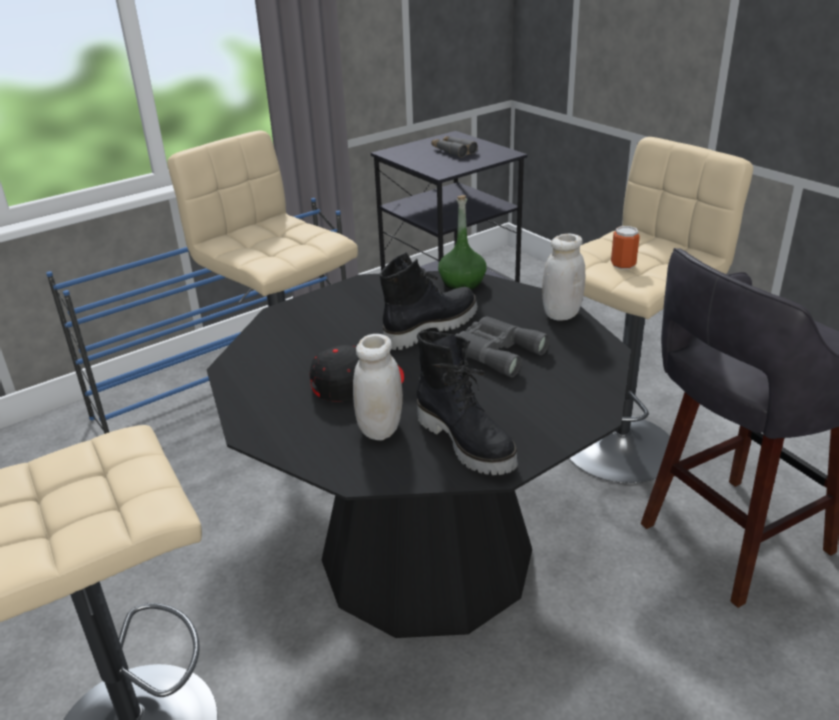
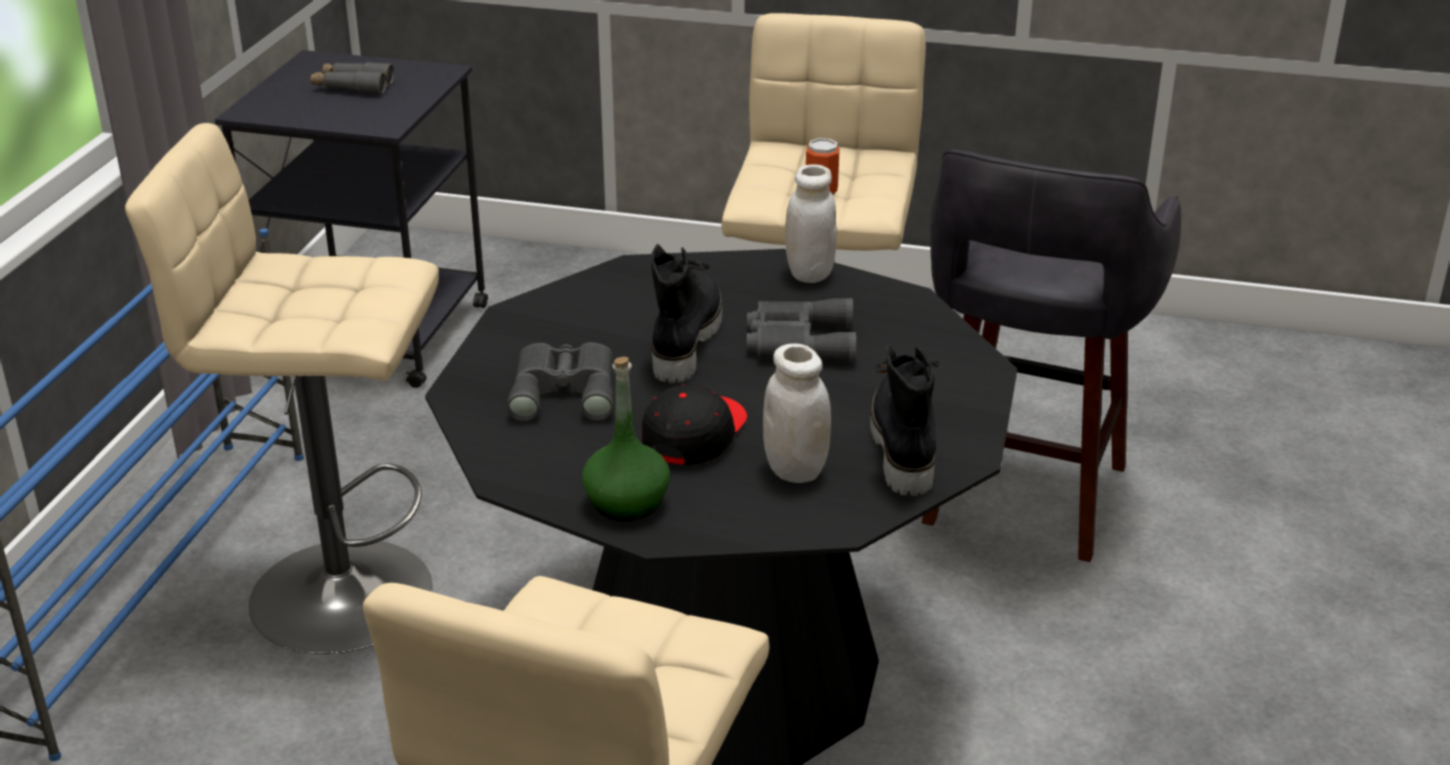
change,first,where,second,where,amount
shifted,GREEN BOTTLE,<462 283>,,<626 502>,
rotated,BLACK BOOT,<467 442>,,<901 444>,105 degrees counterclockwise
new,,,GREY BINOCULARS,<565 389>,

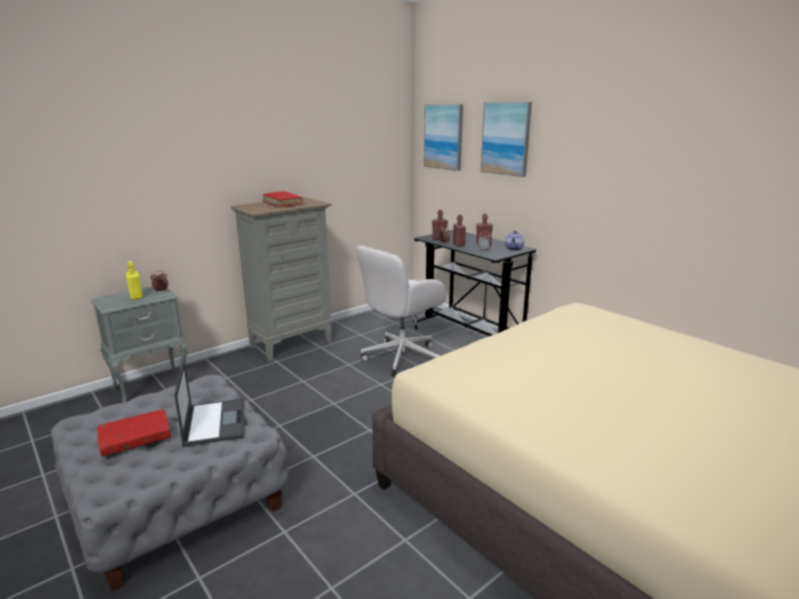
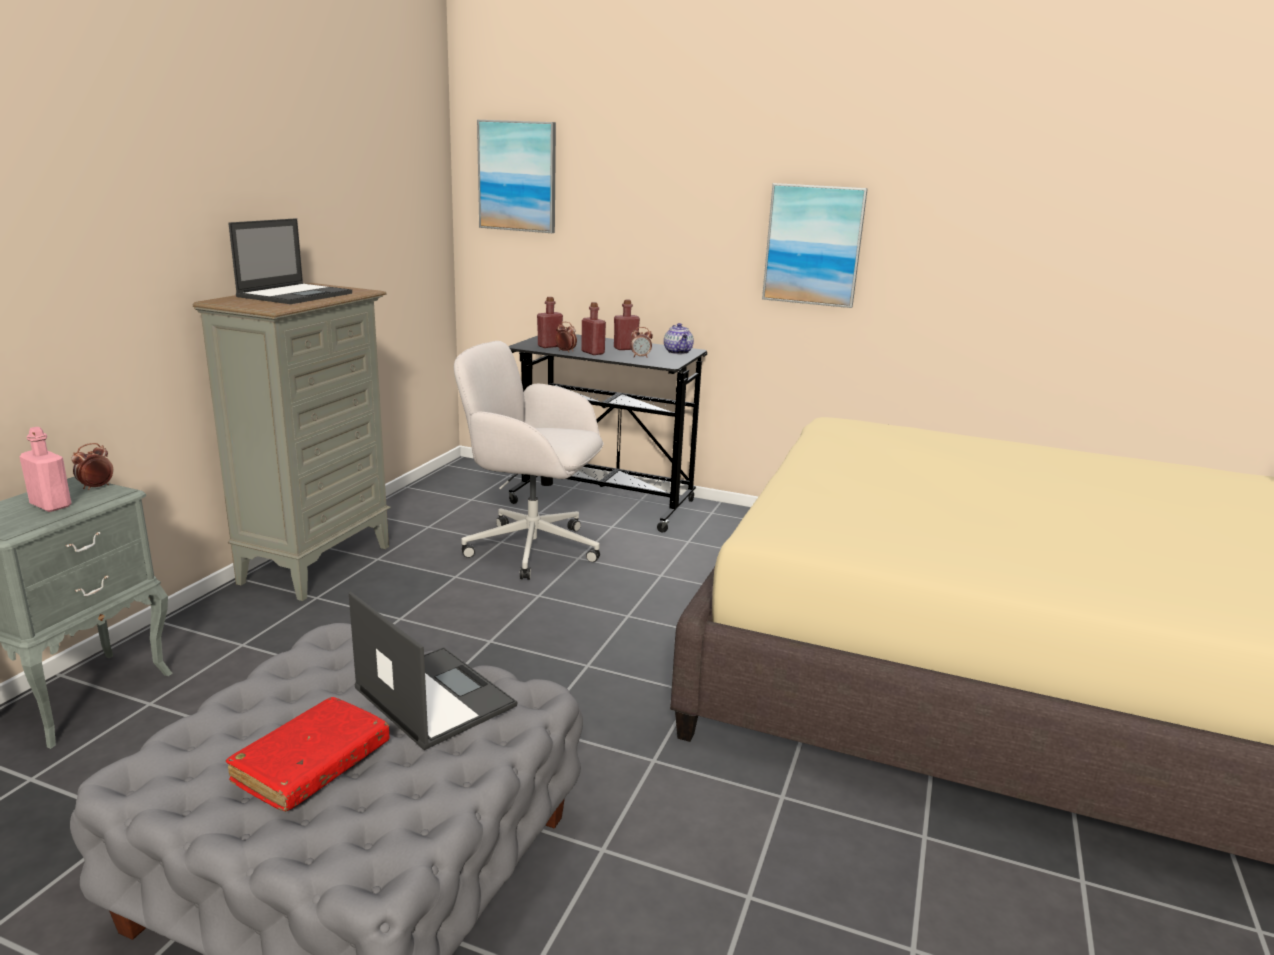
change,first,where,second,where,amount
shifted,PICTURE,<506 138>,,<813 245>,
swapped,RED BOOK,<283 204>,LAPTOP,<296 295>,
rotated,WHITE OFFICE CHAIR,<402 357>,,<533 549>,90 degrees clockwise
repainted,YELLOW BOTTLE,<136 297>,PINK BOTTLE,<51 505>,

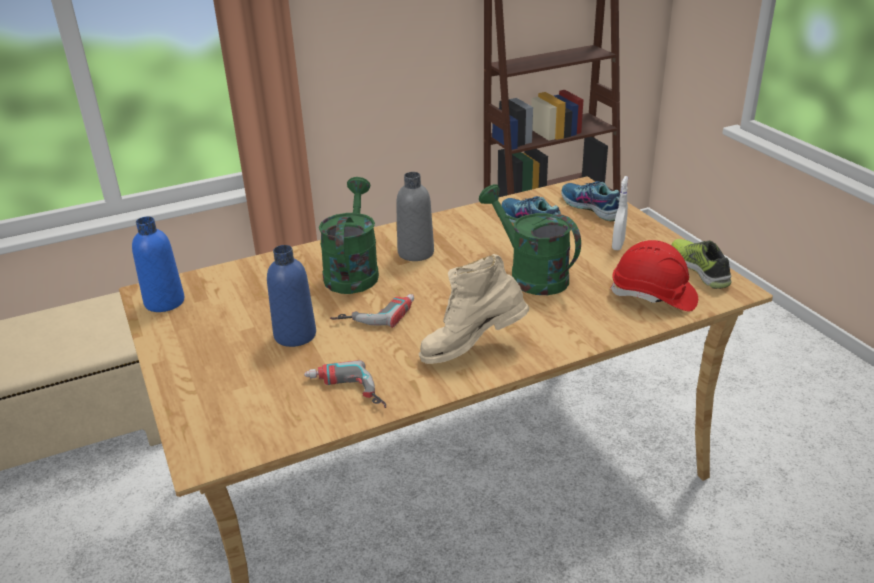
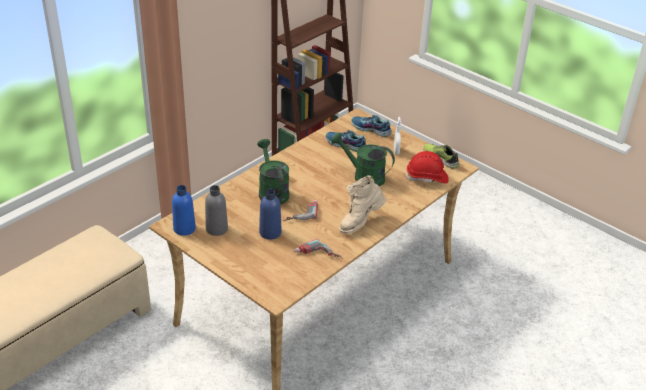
change,first,where,second,where,amount
shifted,GREY BOTTLE,<416 253>,,<216 229>,

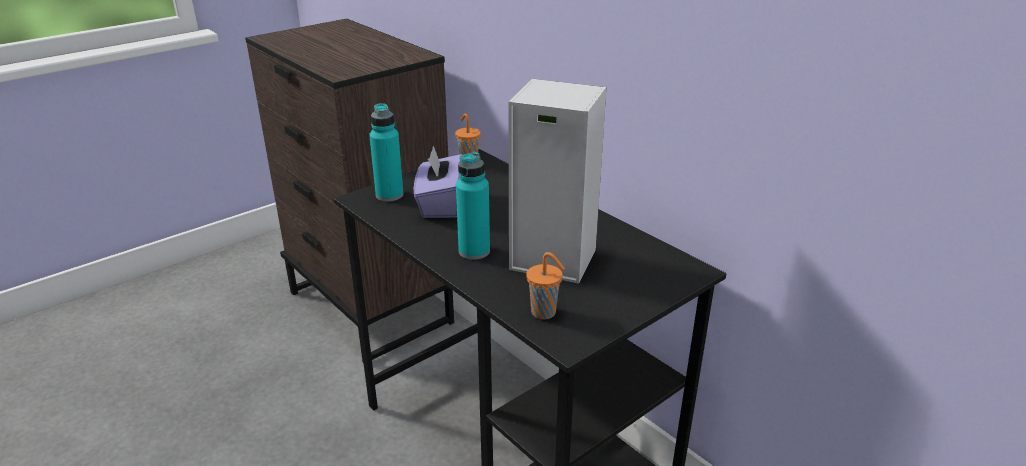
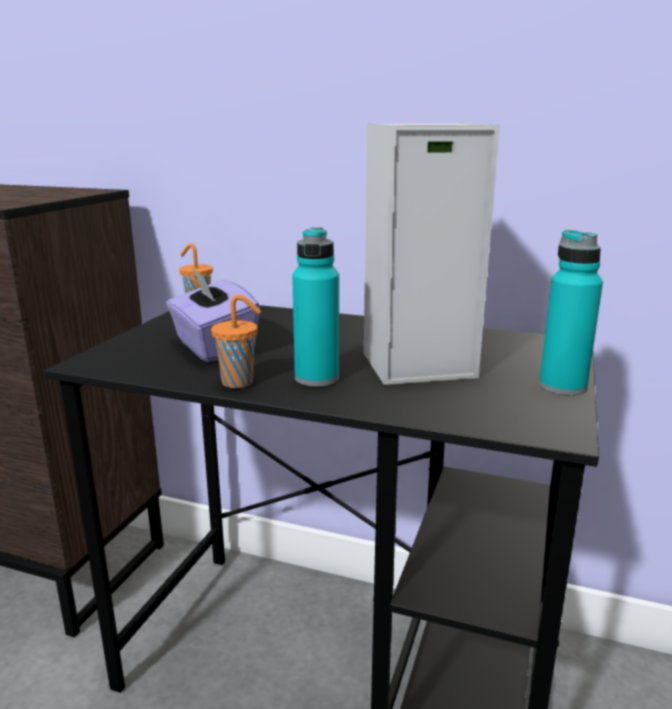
change,first,where,second,where,amount
shifted,TURQUOISE BOTTLE,<389 195>,,<562 386>,
shifted,ORANGE CUP,<545 313>,,<239 383>,

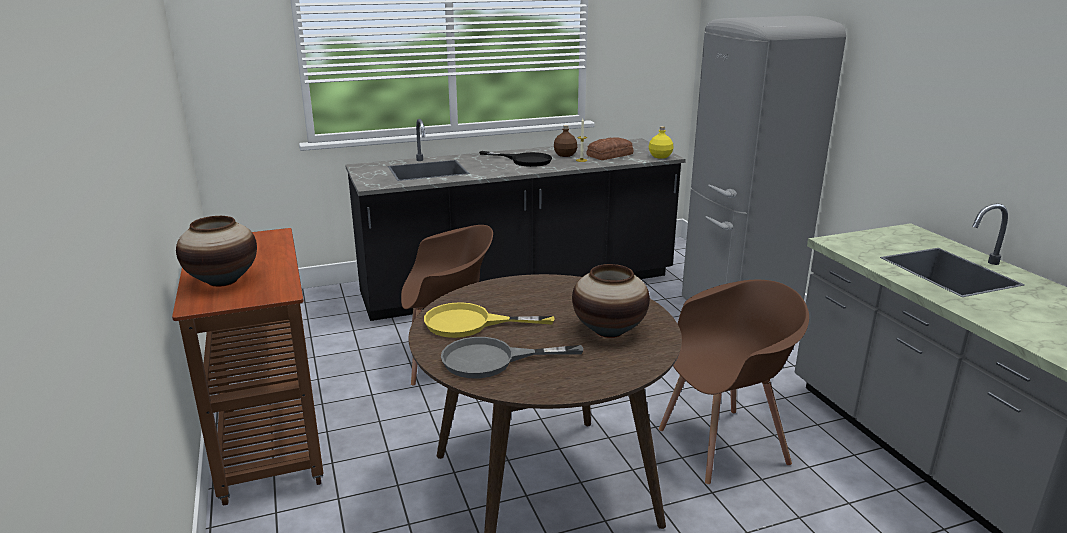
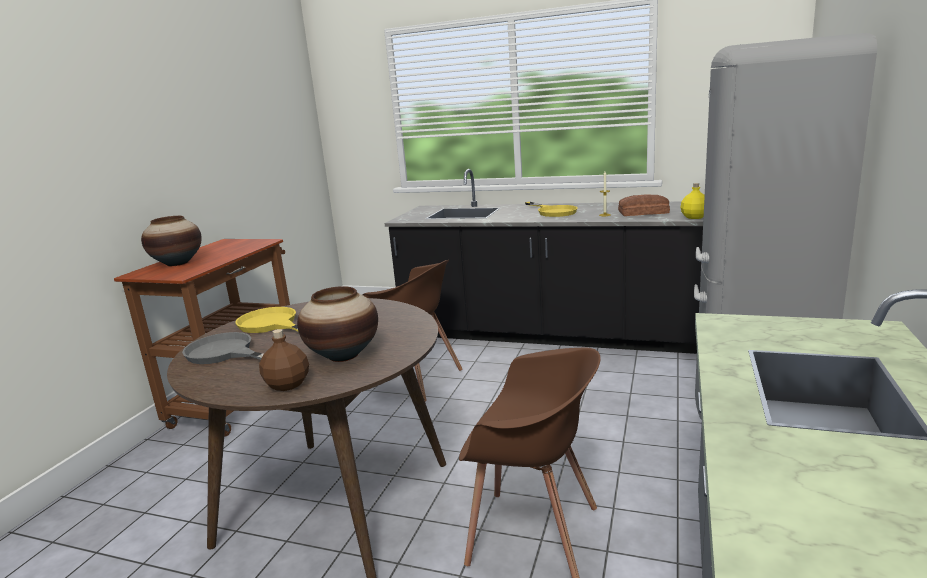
change,first,where,second,where,amount
shifted,BROWN BOTTLE,<564 155>,,<287 384>,
repainted,BLACK FRYING PAN,<524 160>,YELLOW FRYING PAN,<553 211>,

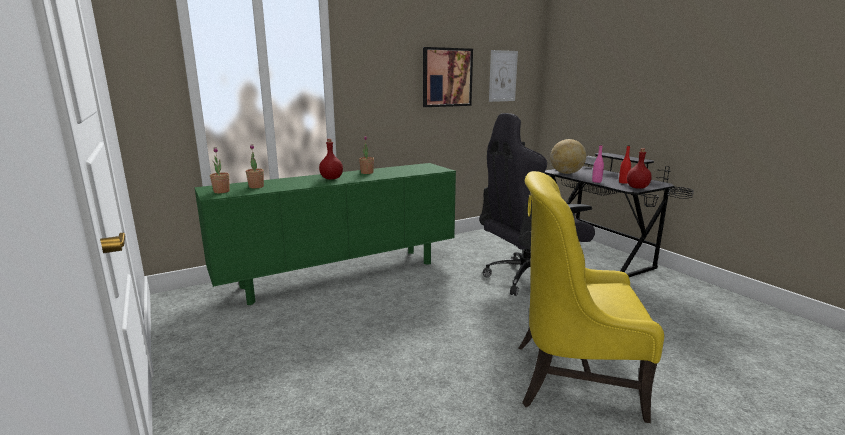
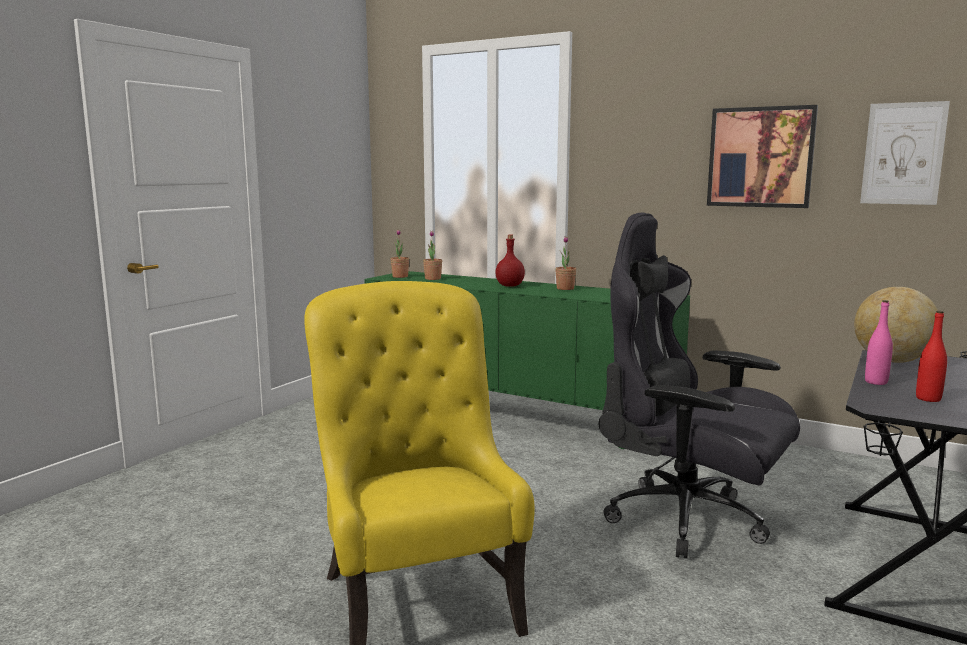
change,first,where,second,where,amount
gone,RED BOTTLE,<637 187>,,,

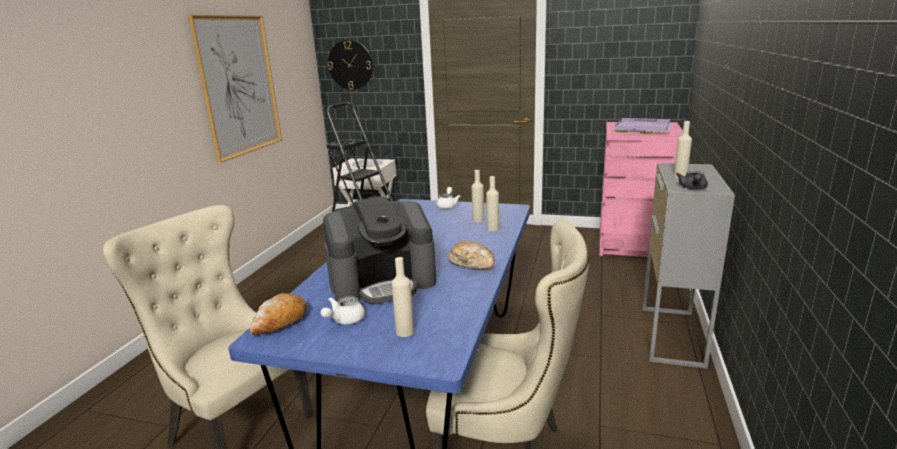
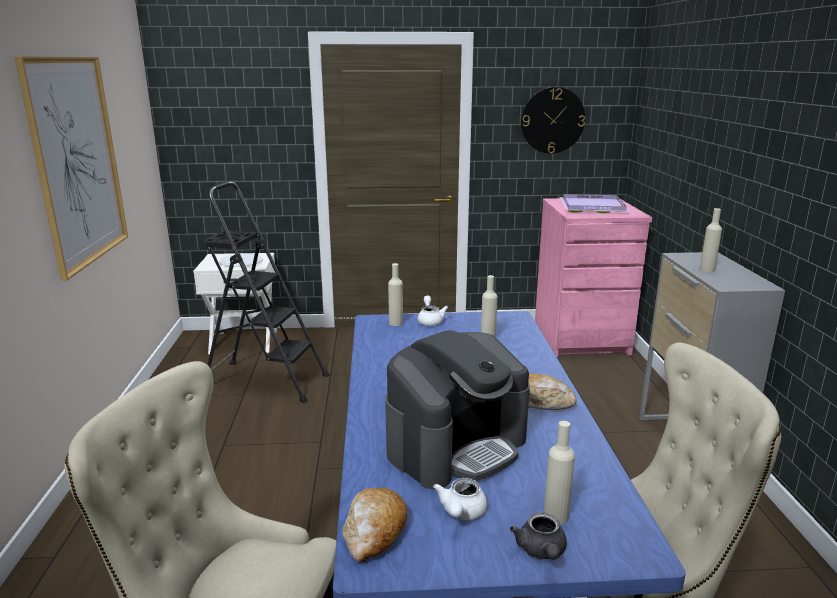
change,first,where,second,where,amount
shifted,WALL CLOCK,<350 65>,,<552 120>,
shifted,GREY TEAPOT,<693 188>,,<541 551>,
shifted,BEIGE BOTTLE,<492 228>,,<396 323>,

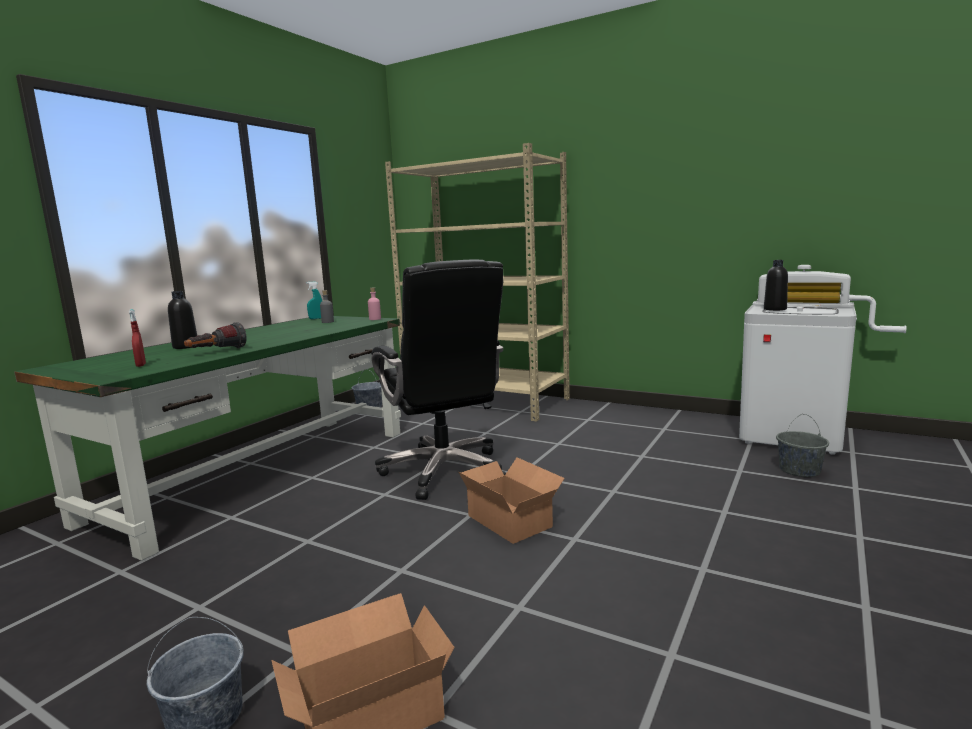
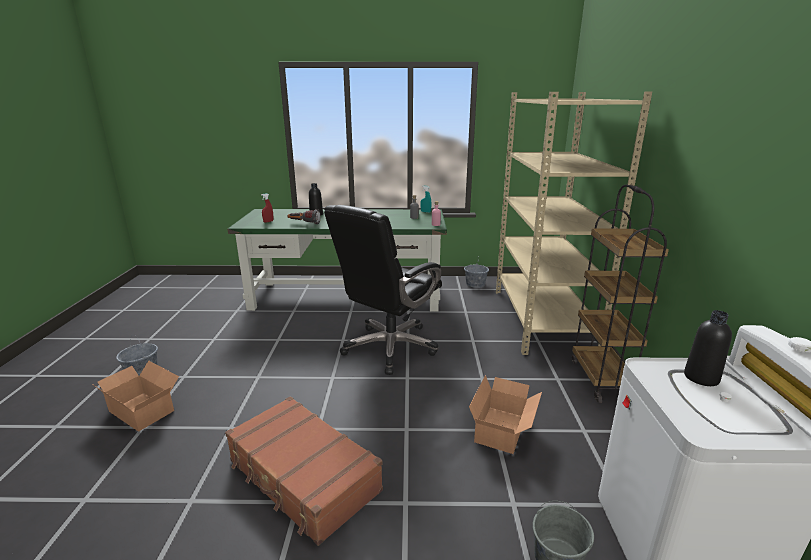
change,first,where,second,where,amount
shifted,CARDBOARD BOX,<510 519>,,<503 429>,
new,,,BROWN CART,<601 380>,
new,,,BROWN SUITCASE,<303 476>,

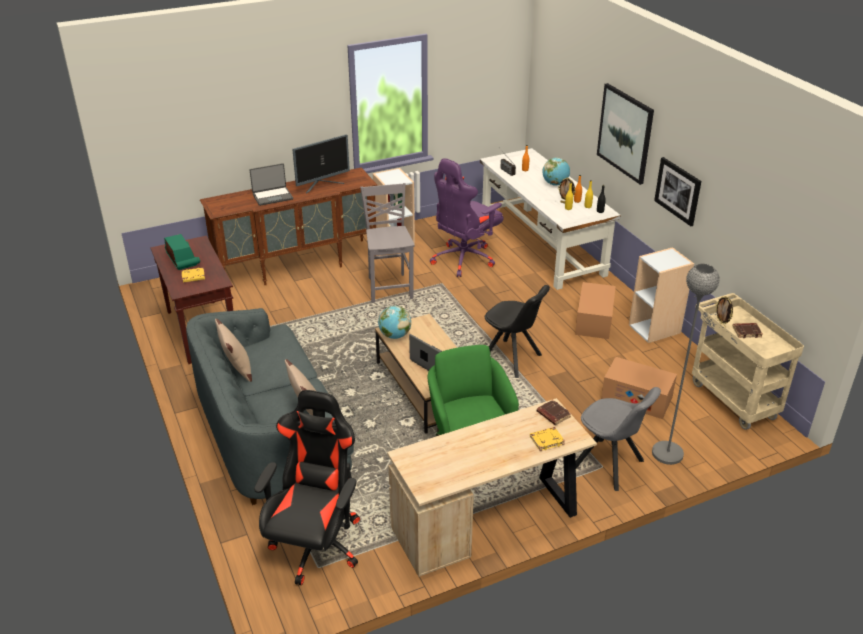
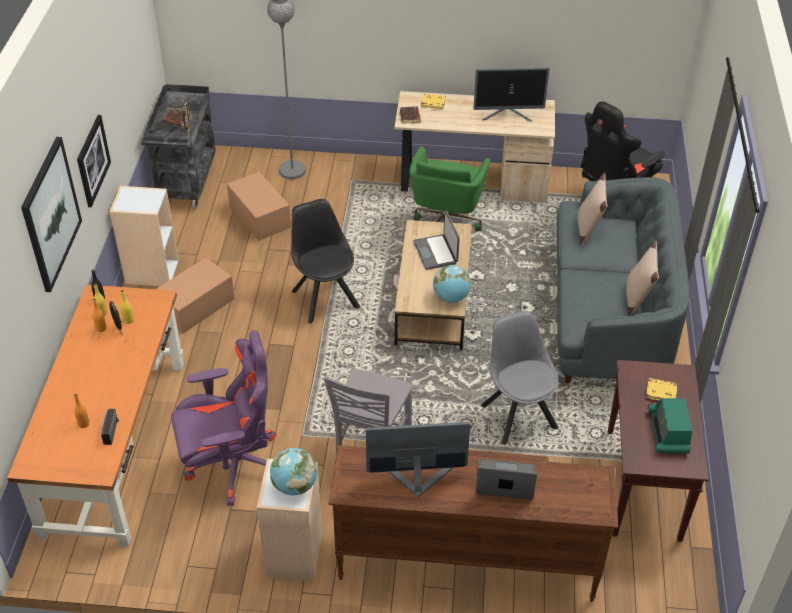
change,first,where,second,where,amount
repainted,WHITE DESK,<542 246>,ORANGE DESK,<115 444>,
shifted,GLOBE,<555 184>,,<294 485>,
repainted,BEIGE CART,<730 399>,BLACK CART,<187 186>,
shifted,GREY CHAIR,<609 465>,,<517 414>,
new,,,MONITOR,<508 115>,

